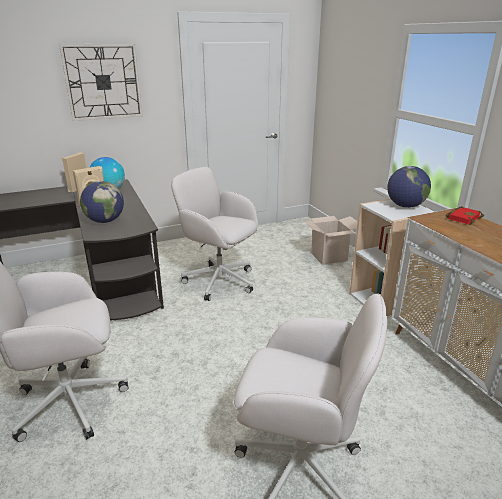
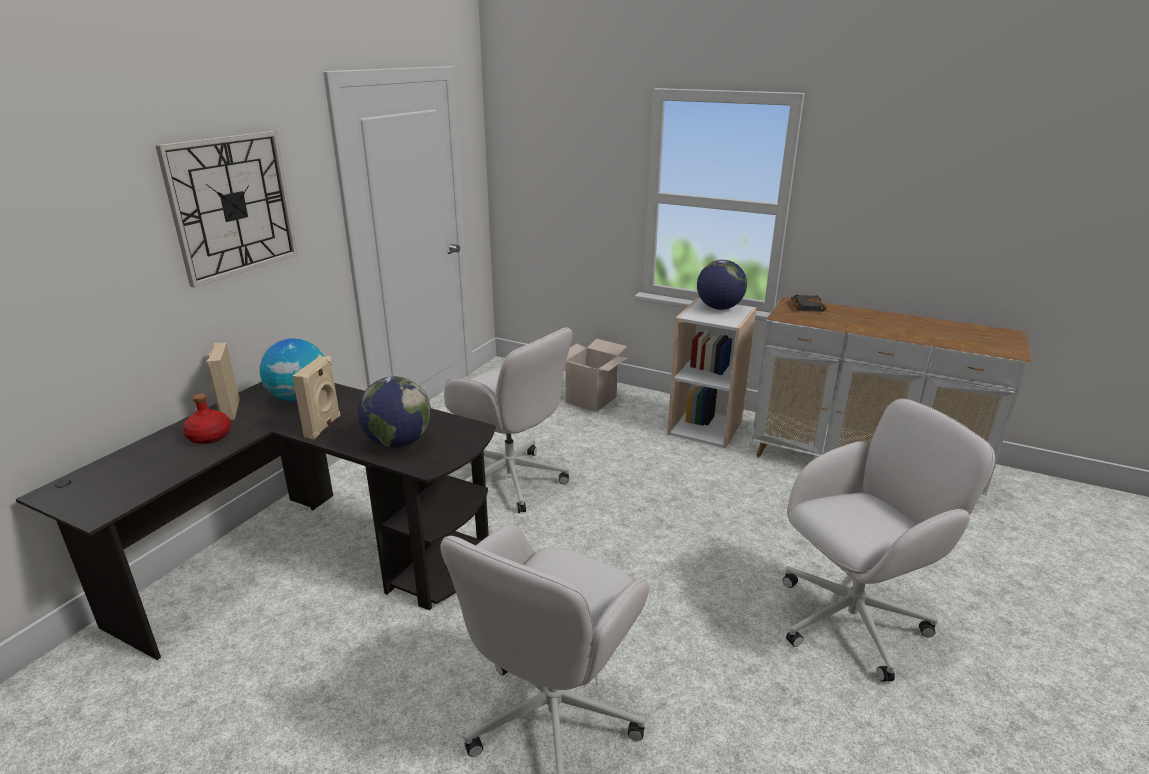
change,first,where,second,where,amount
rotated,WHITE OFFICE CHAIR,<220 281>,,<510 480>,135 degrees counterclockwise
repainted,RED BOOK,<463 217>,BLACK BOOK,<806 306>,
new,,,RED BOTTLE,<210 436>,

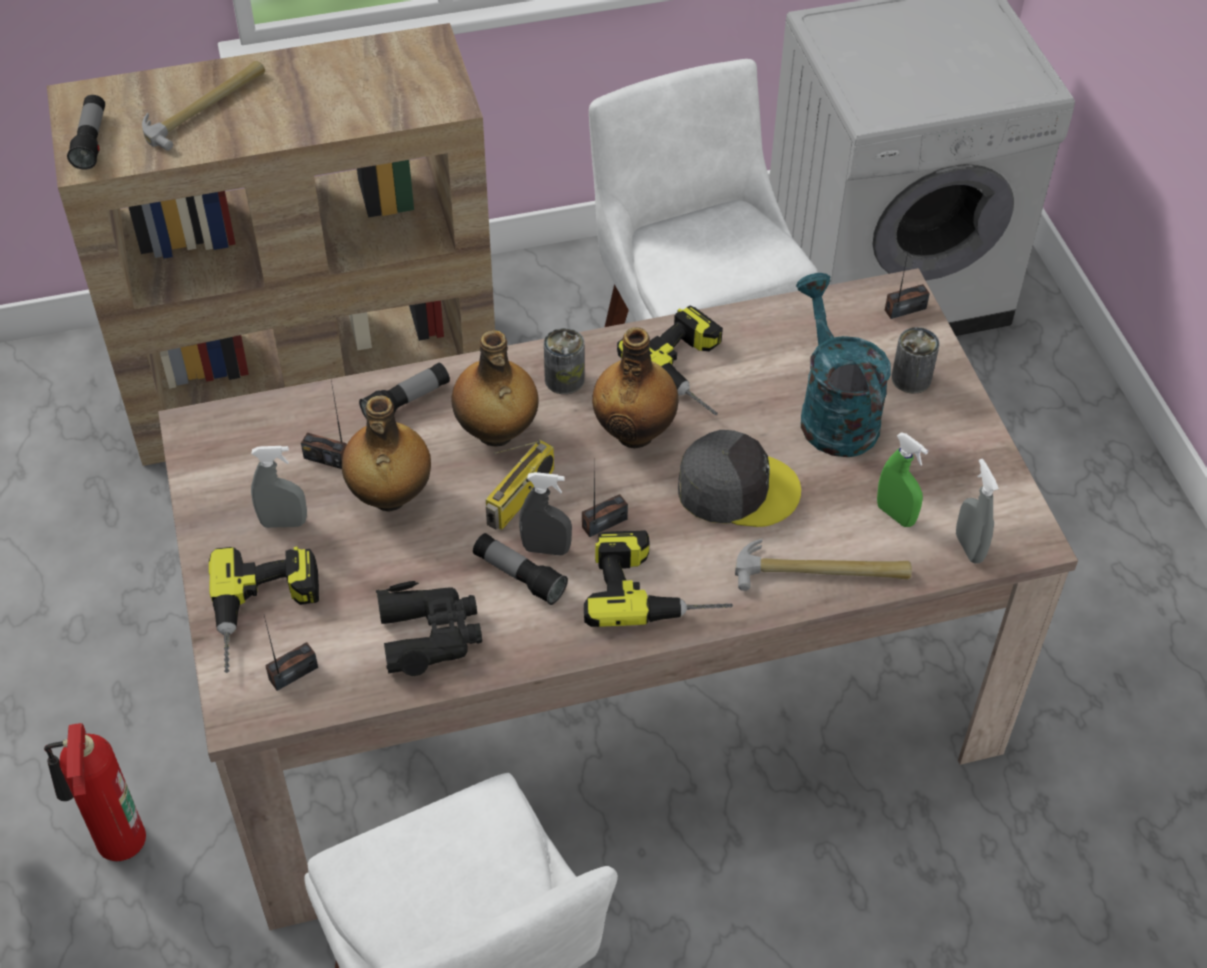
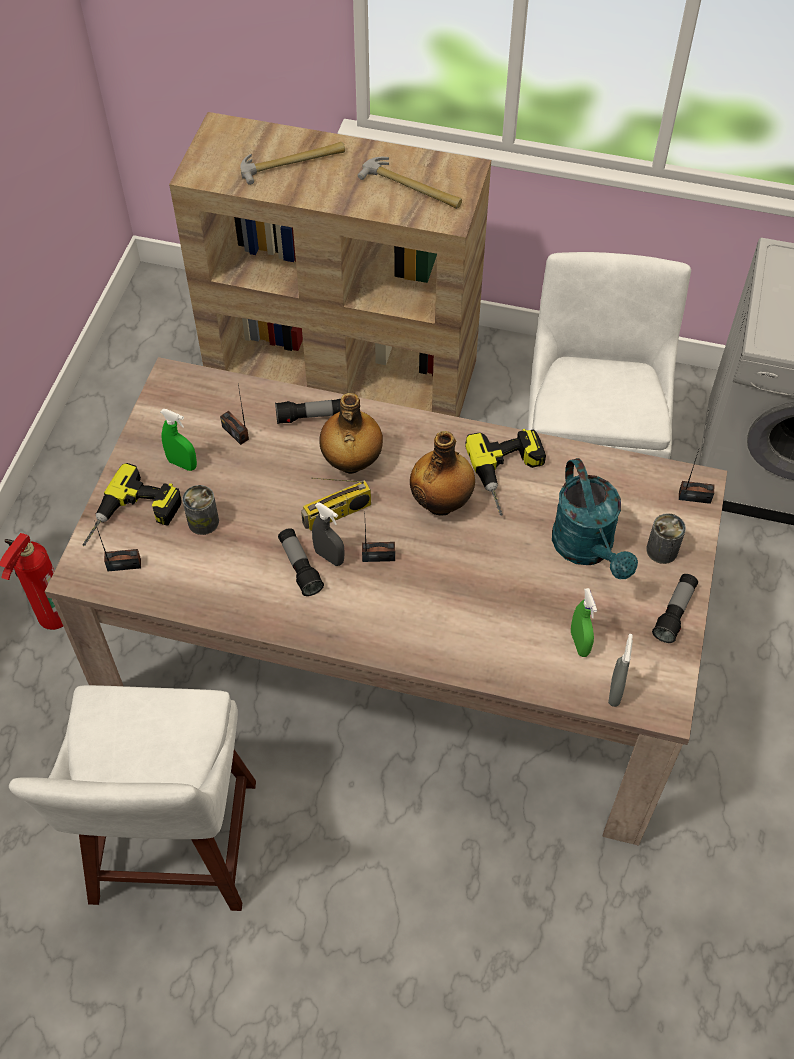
change,first,where,second,where,amount
shifted,FLASHLIGHT,<91 141>,,<674 613>,
rotated,TURQUOISE WATERING CAN,<833 412>,,<587 549>,150 degrees clockwise
shifted,CAN,<564 379>,,<203 522>,
gone,BOTTLE,<389 496>,,,
gone,GREY CAP,<736 488>,,,
repainted,GREY SPRAY BOTTLE,<283 522>,GREEN SPRAY BOTTLE,<182 464>,
gone,POWER DRILL,<655 586>,,,
shifted,HAMMER,<822 572>,,<411 188>,
gone,BLACK BINOCULARS,<430 634>,,,

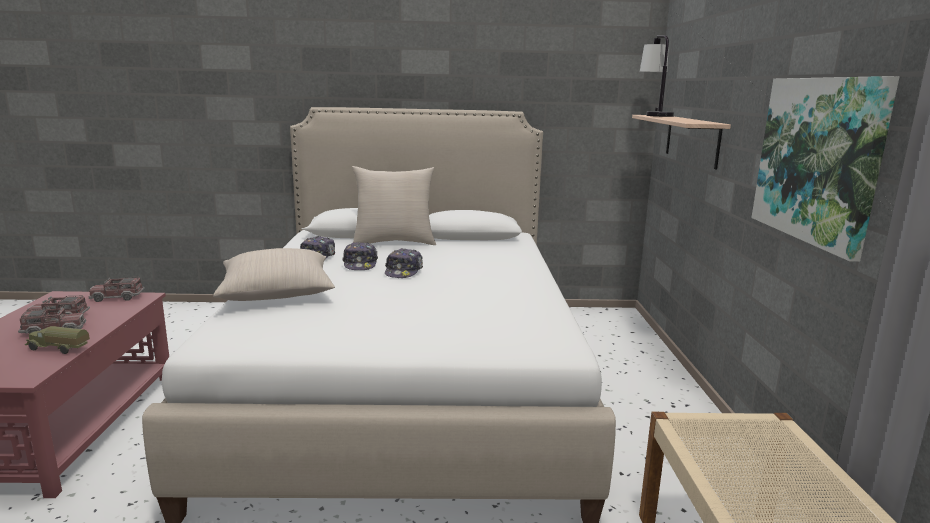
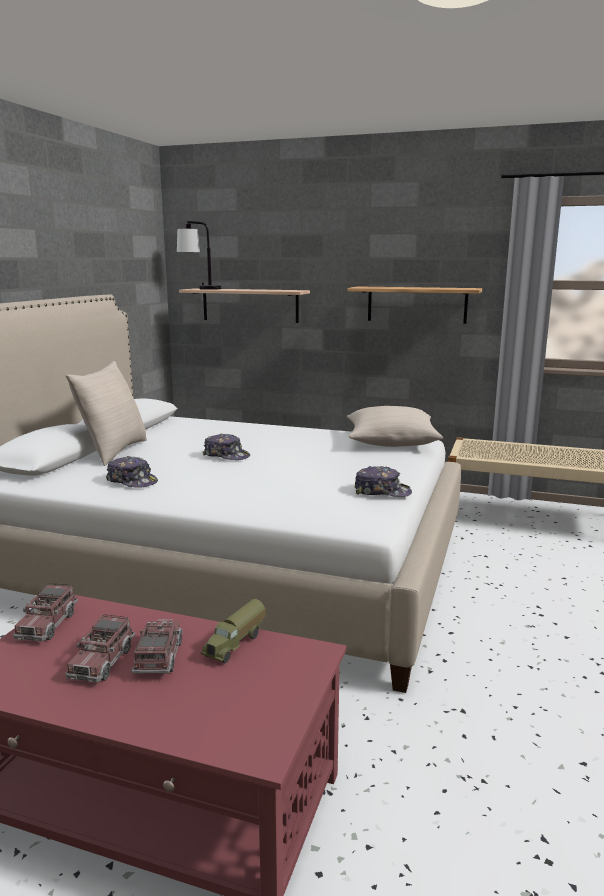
change,first,where,second,where,amount
swapped,PICTURE,<818 160>,SHELF,<416 304>,
shifted,CAP,<360 264>,,<382 492>,
shifted,BEIGE PILLOW,<276 294>,,<391 442>,

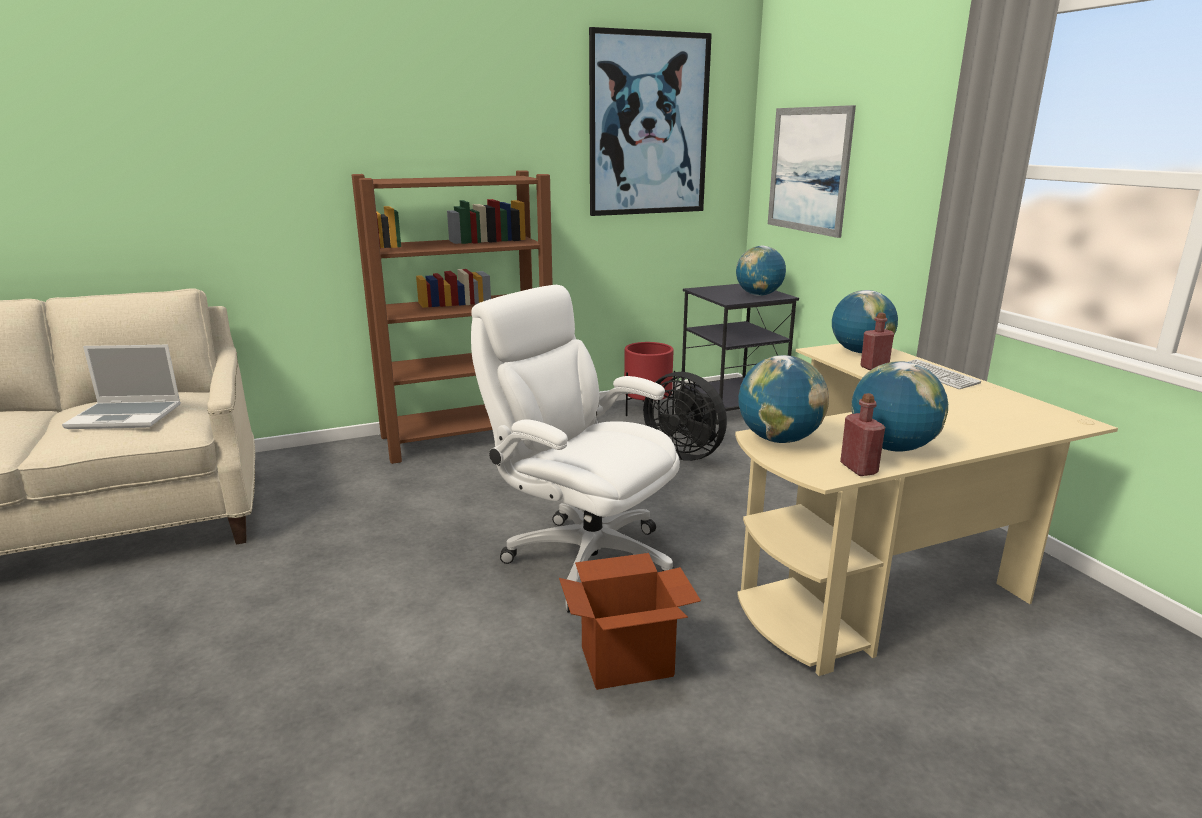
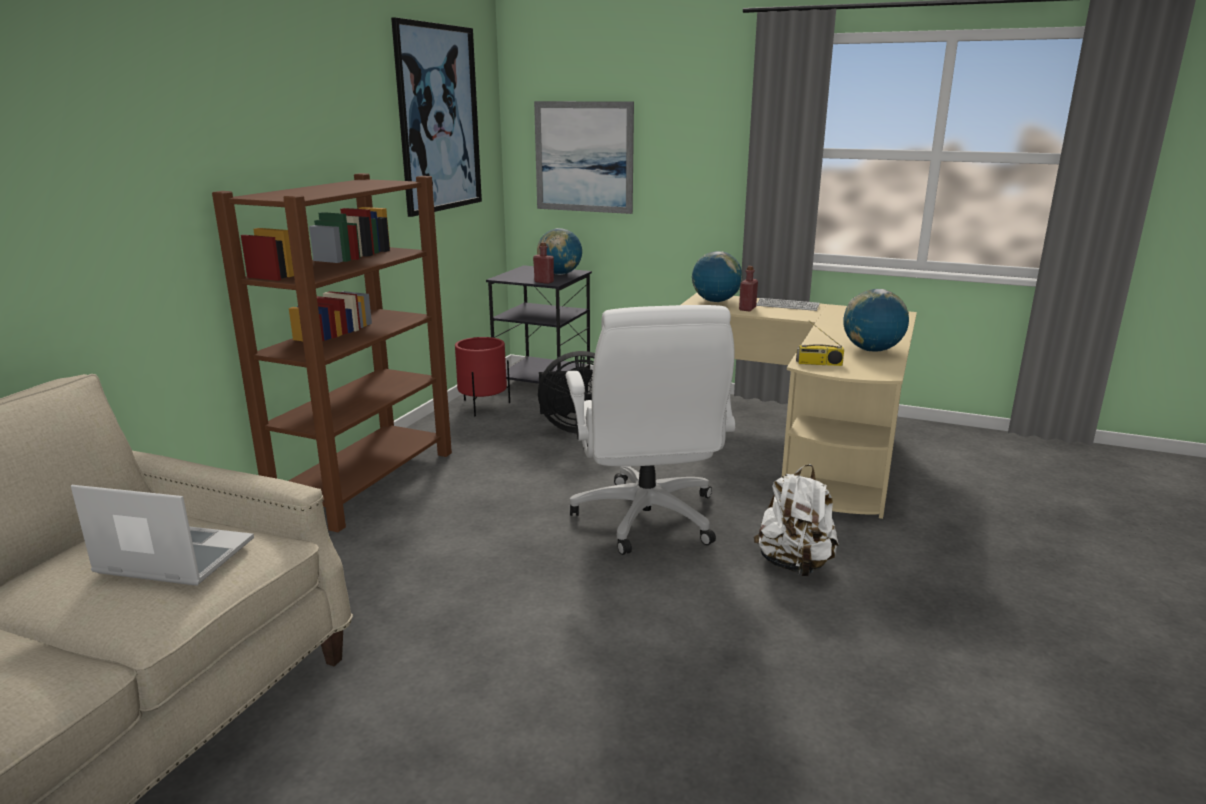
change,first,where,second,where,amount
rotated,WHITE OFFICE CHAIR,<582 555>,,<647 522>,90 degrees counterclockwise
rotated,LAPTOP,<127 416>,,<172 558>,120 degrees counterclockwise
swapped,GLOBE,<779 440>,RADIO,<818 363>,
shifted,RED BOTTLE,<858 468>,,<544 282>,
swapped,CARDBOARD BOX,<627 661>,WHITE BACKPACK,<794 564>,

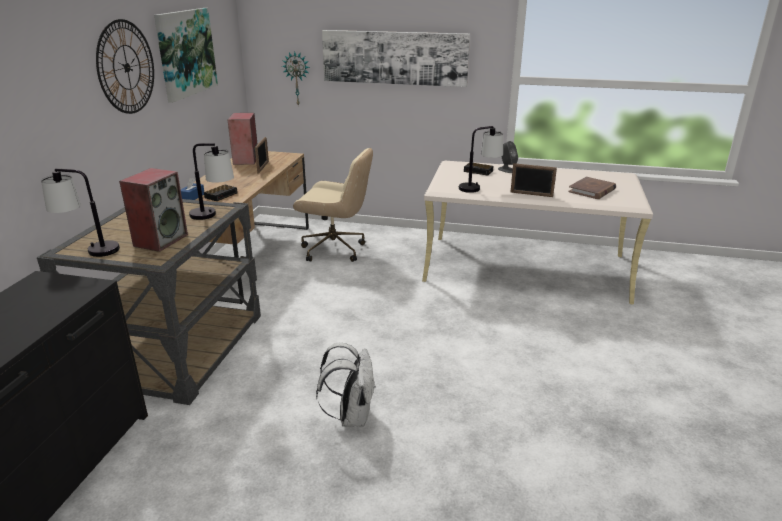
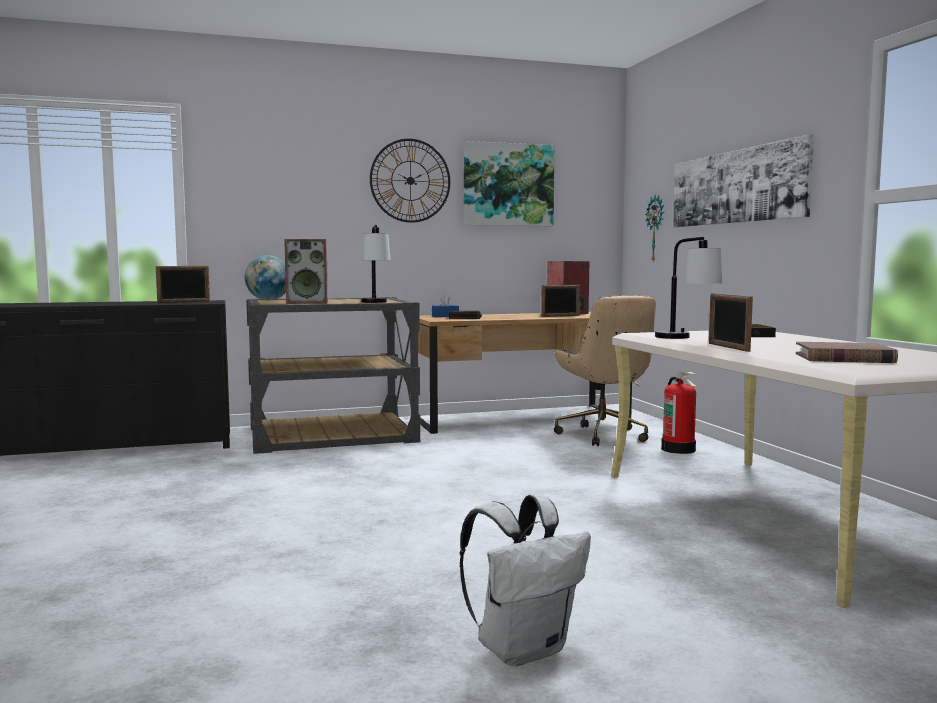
change,first,where,second,where,amount
gone,GREY SPEAKER,<506 170>,,,
repainted,BEIGE OFFICE CHAIR,<335 251>,BLACK OFFICE CHAIR,<603 436>,
swapped,TABLE LAMP,<89 251>,GLOBE,<268 300>,
shifted,WHITE BACKPACK,<351 416>,,<523 649>,
new,,,PICTURE FRAME,<184 302>,
new,,,FIRE EXTINGUISHER,<679 449>,

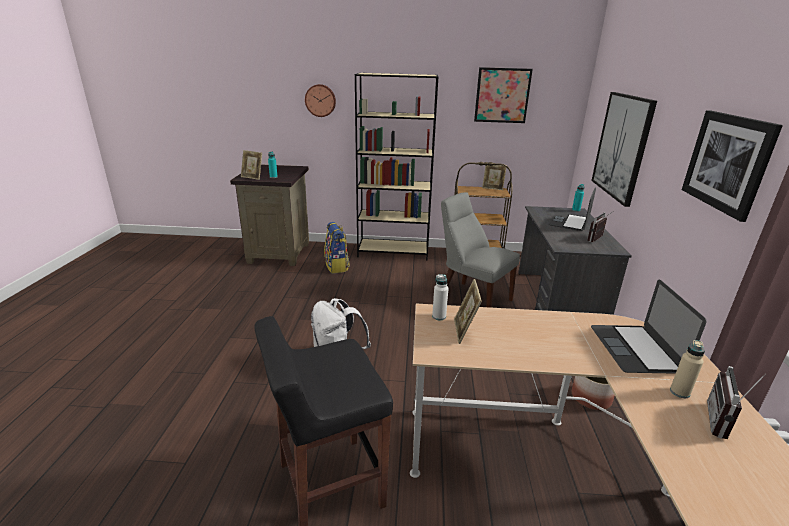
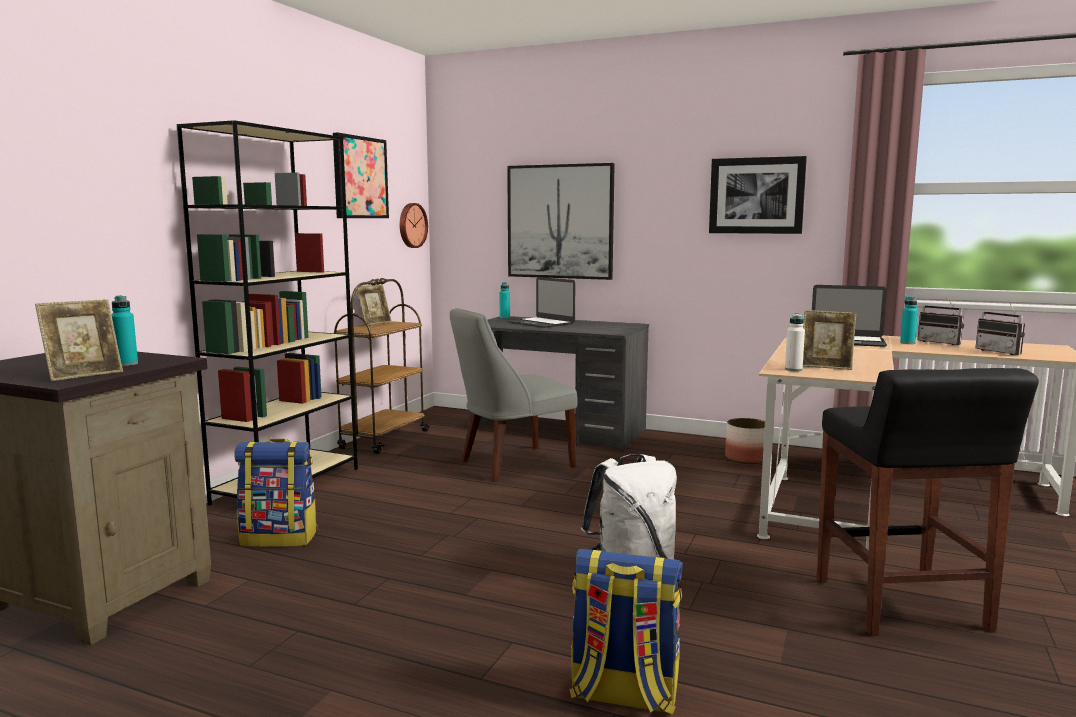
change,first,where,second,where,amount
shifted,WALL CLOCK,<320 100>,,<411 225>,
shifted,RADIO,<598 239>,,<1001 352>,
repainted,BEIGE BOTTLE,<679 392>,TURQUOISE BOTTLE,<907 343>,
new,,,BACKPACK,<623 695>,

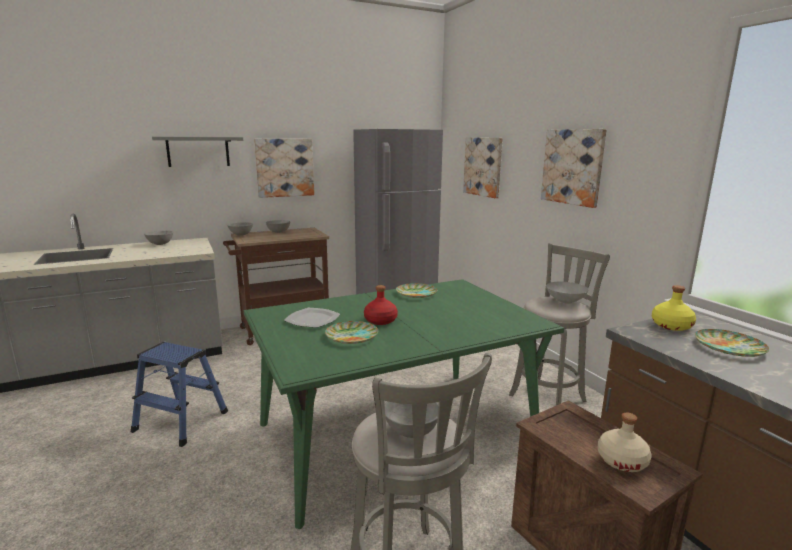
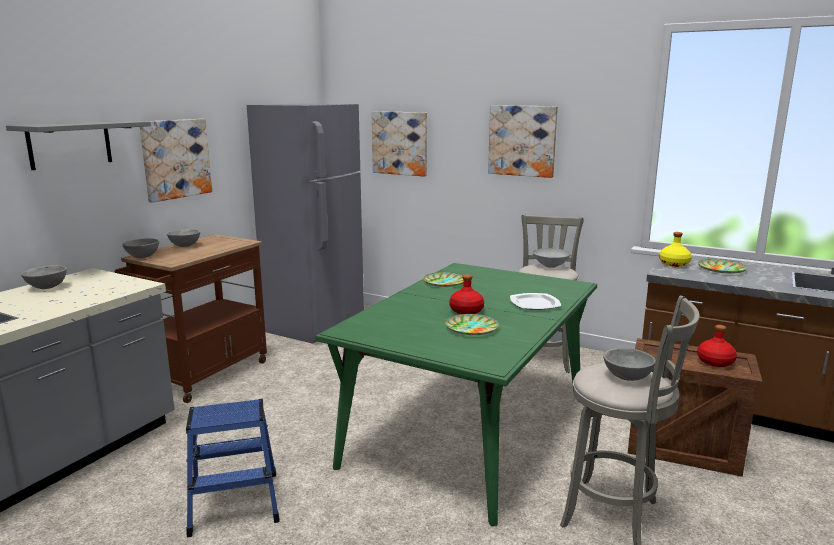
change,first,where,second,where,amount
shifted,PLATE,<313 319>,,<535 303>,
repainted,BEIGE BOTTLE,<621 460>,RED BOTTLE,<715 361>,

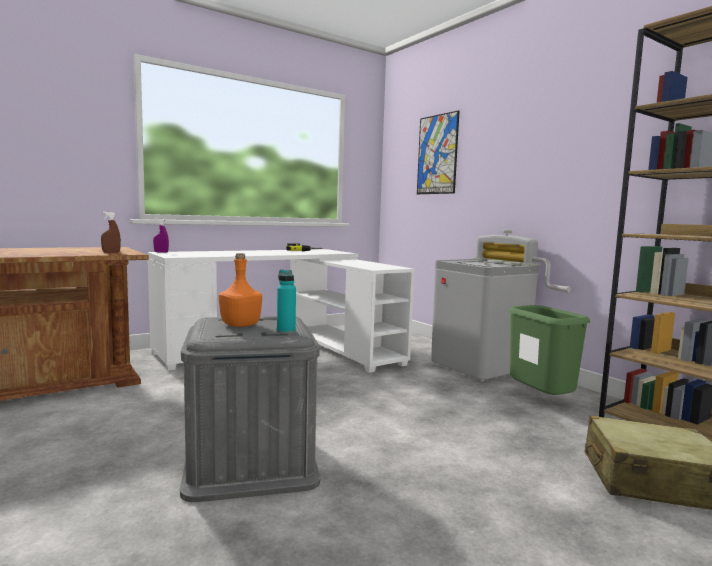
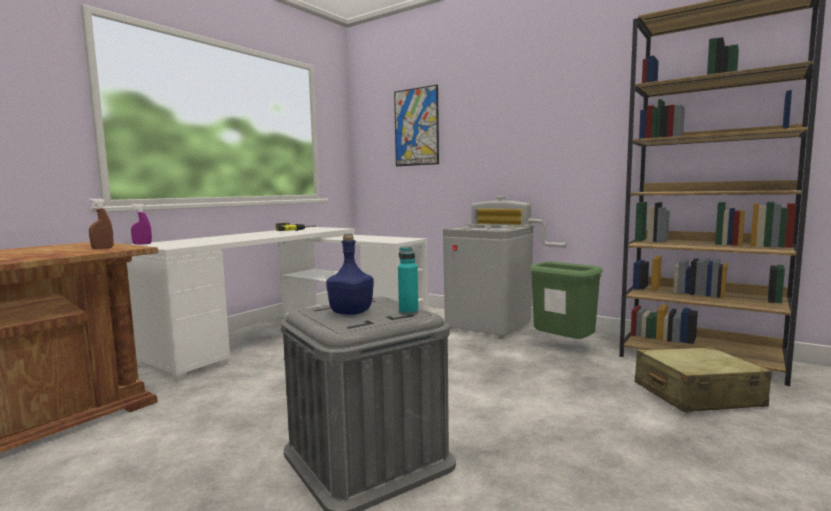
change,first,where,second,where,amount
repainted,ORANGE BOTTLE,<241 325>,BLUE BOTTLE,<351 312>,

